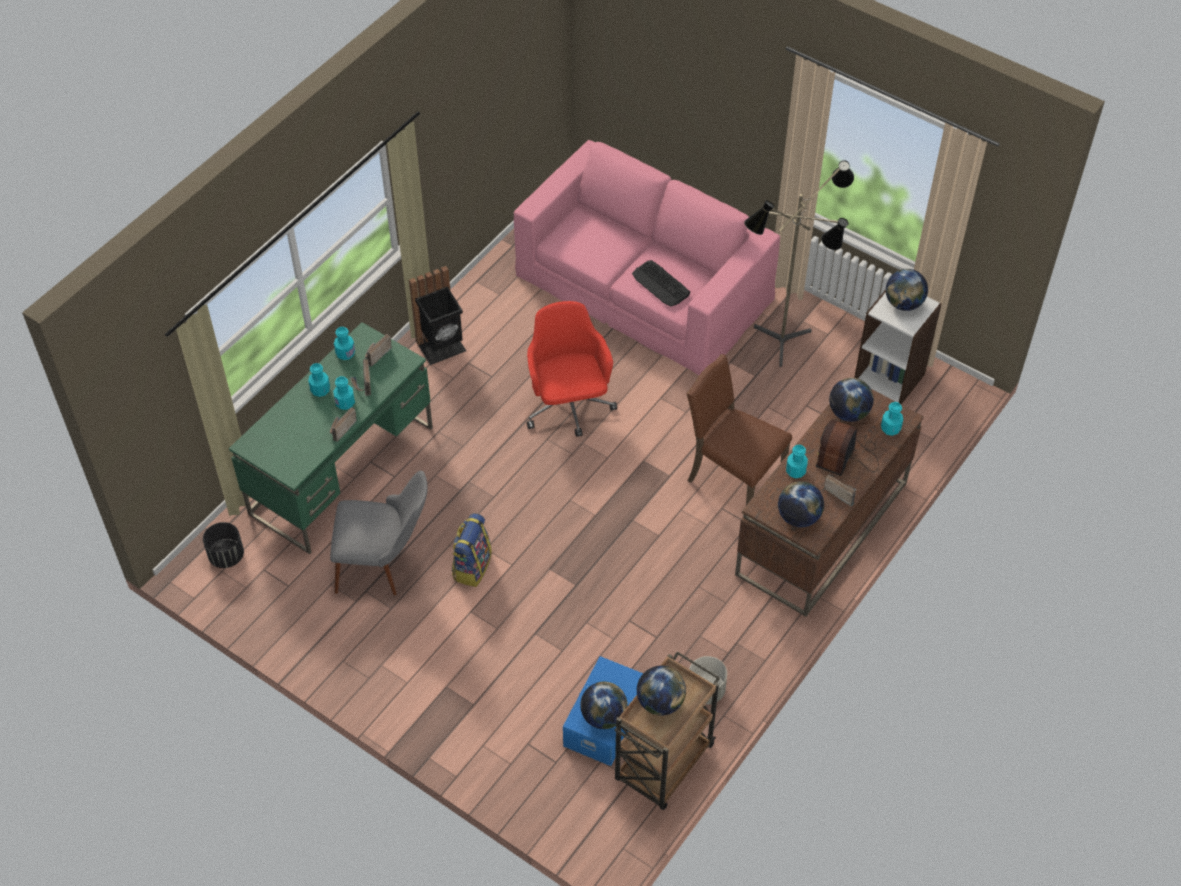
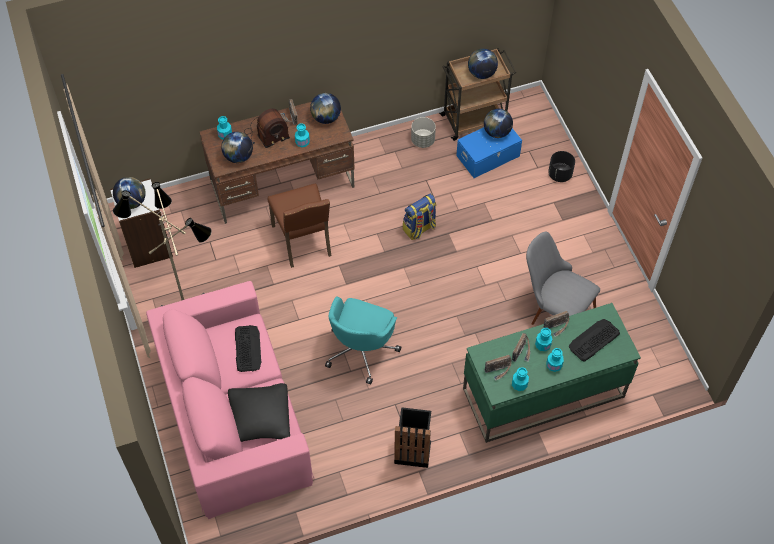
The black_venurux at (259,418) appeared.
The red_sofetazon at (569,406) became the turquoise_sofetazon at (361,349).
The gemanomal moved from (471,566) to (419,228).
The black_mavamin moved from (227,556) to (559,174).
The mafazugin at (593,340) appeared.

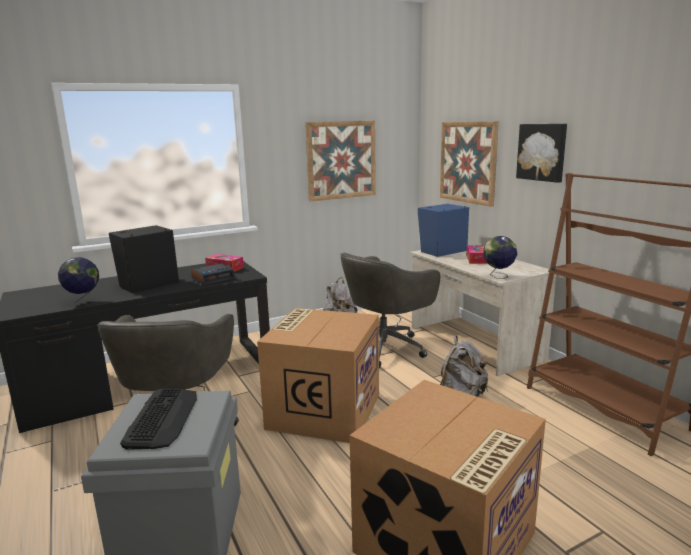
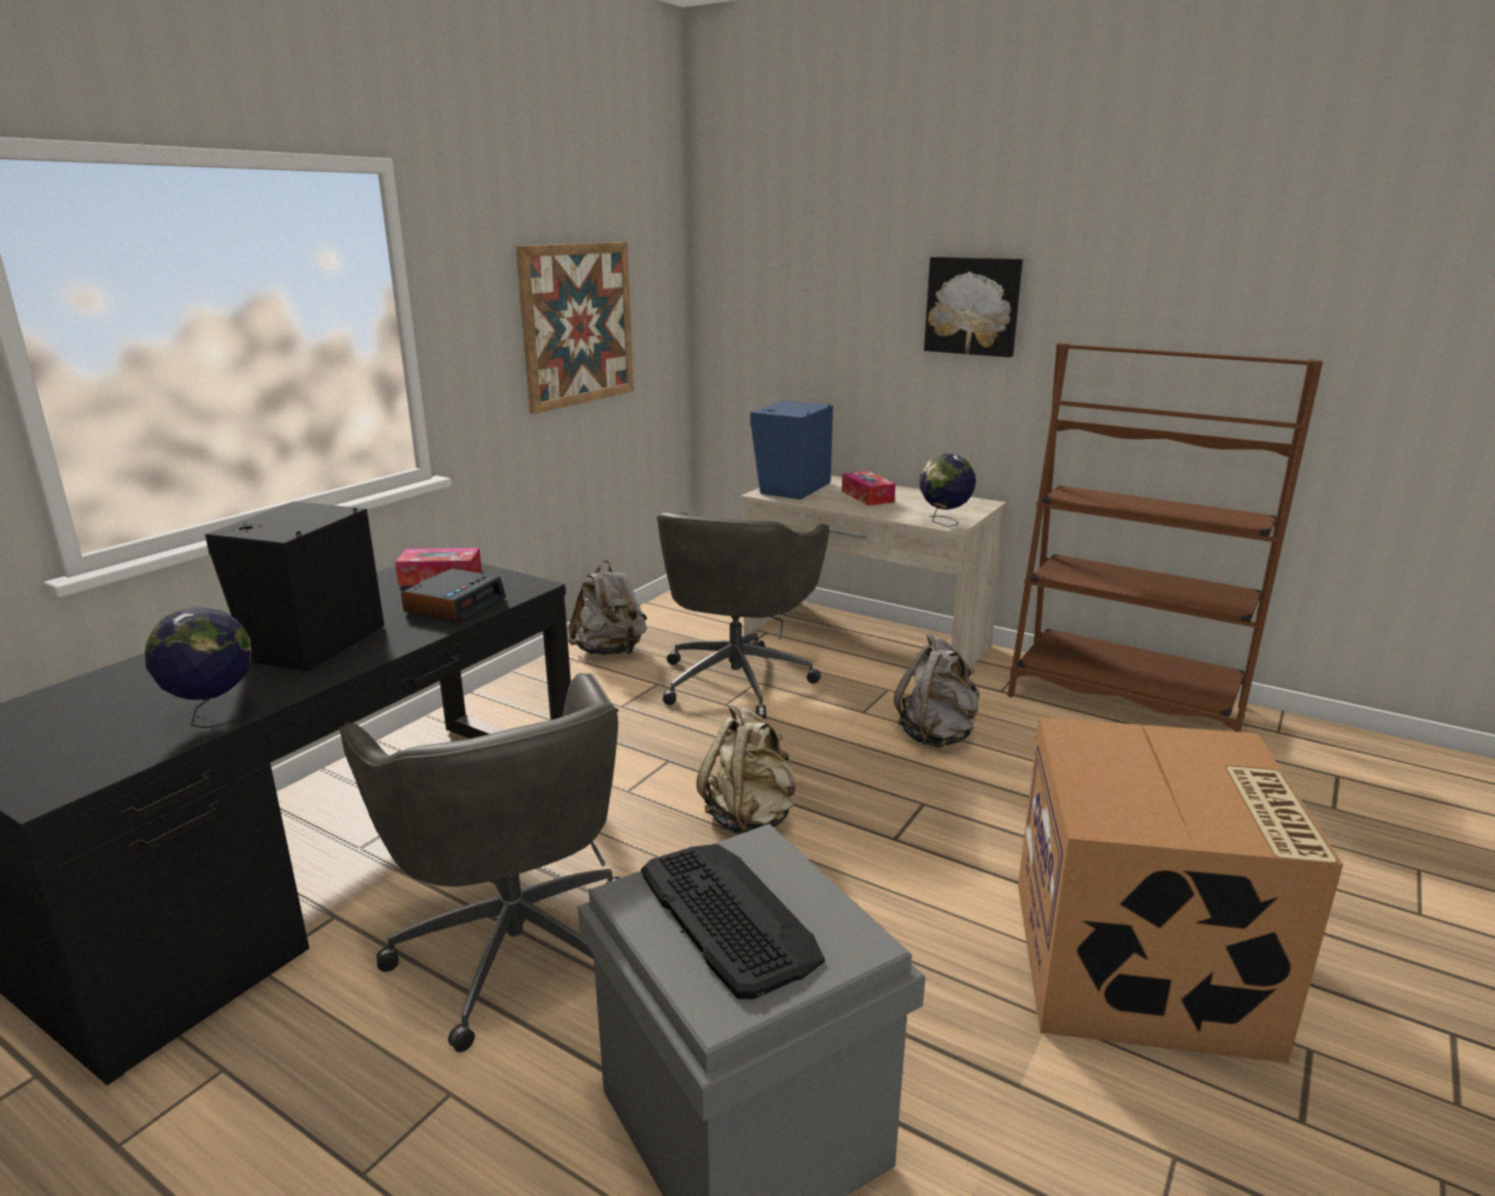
The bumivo at (323,410) was replaced by the beige_gemanomal at (751,818).
The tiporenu at (467,162) disappeared.

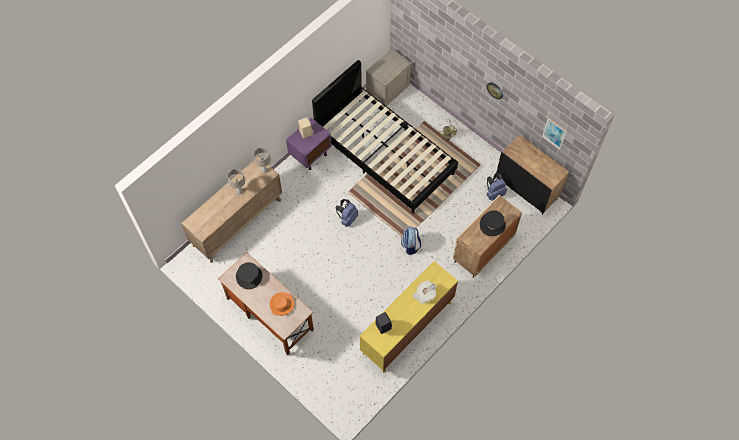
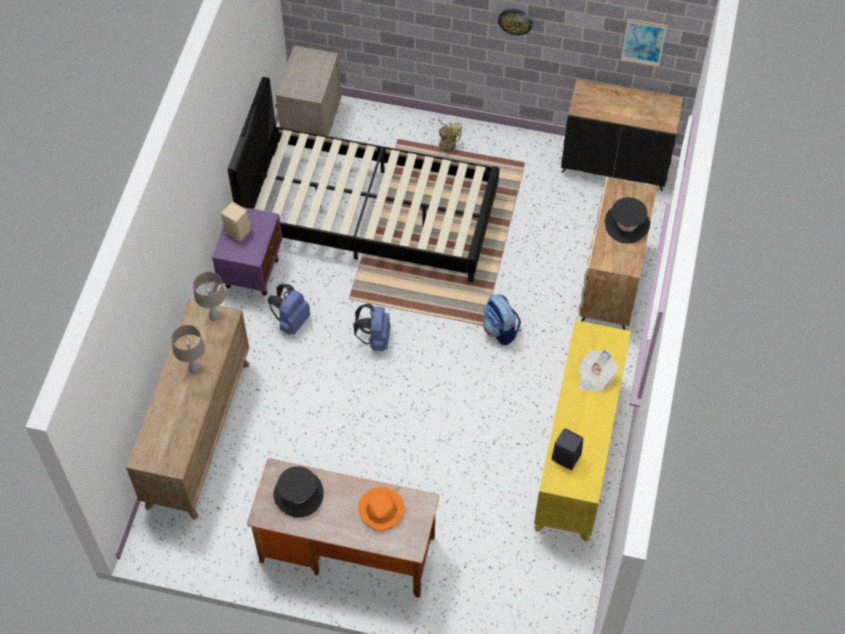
The blue_gemanomal moved from (494,193) to (291,321).

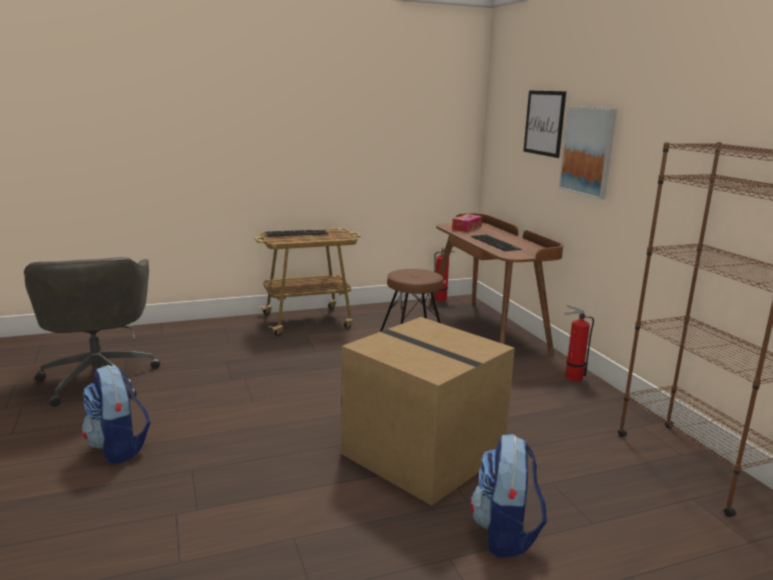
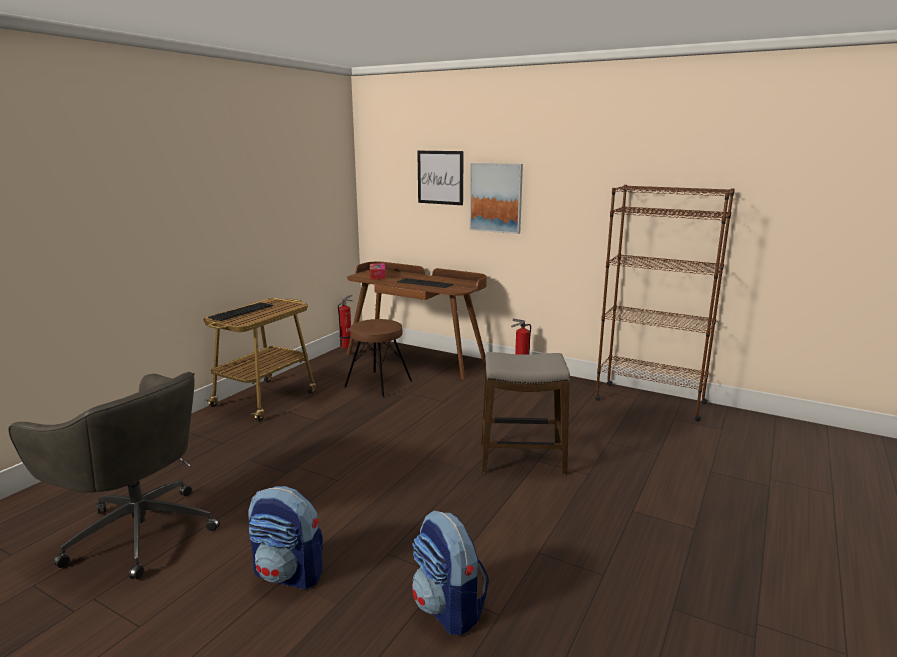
The gemanomal moved from (505,534) to (449,608).
The bumivo at (425,454) was replaced by the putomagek at (521,459).

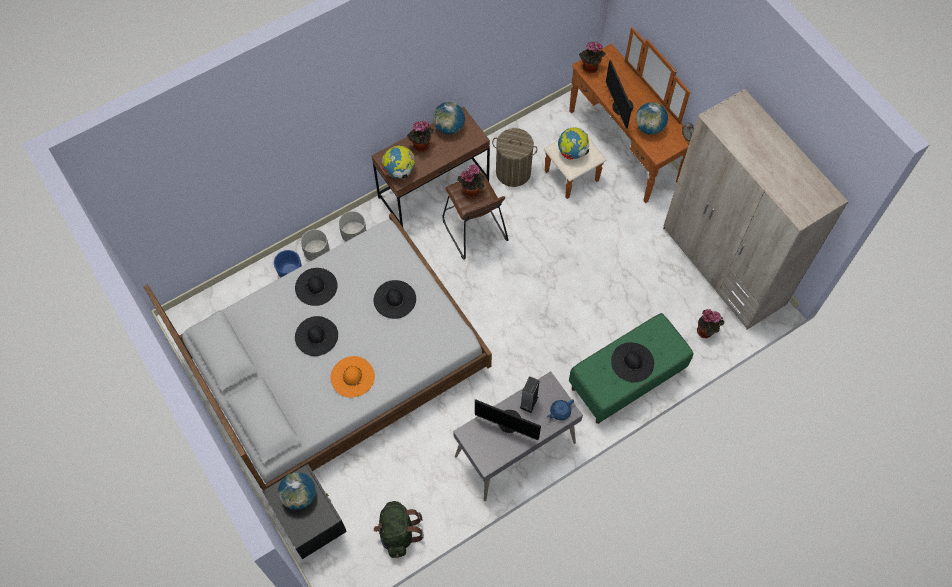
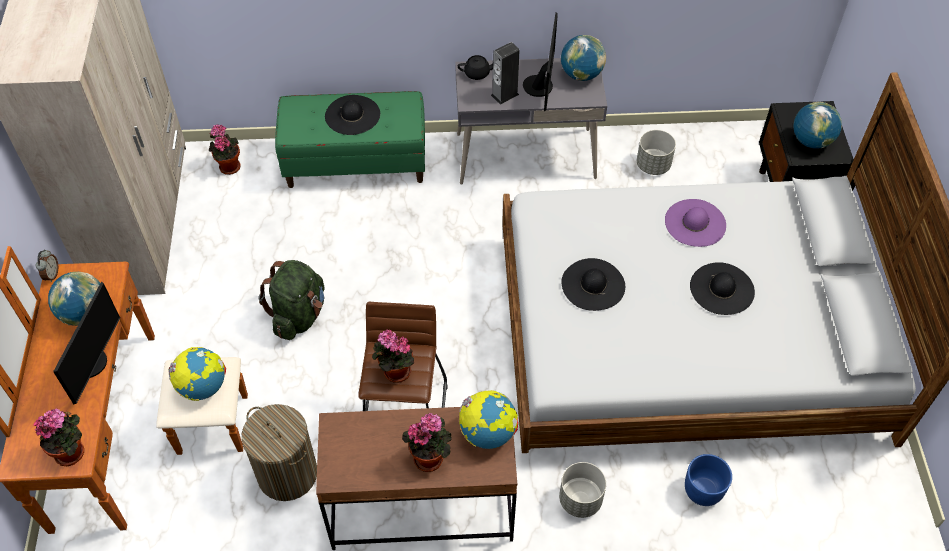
The green_gemanomal moved from (398,533) to (299,315).
The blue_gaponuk at (559,412) became the black_gaponuk at (477,73).
The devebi at (508,424) turned 45 degrees clockwise.
The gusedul moved from (449,127) to (581,74).
The grey_mavamin moved from (317,252) to (653,165).
The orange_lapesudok at (352,376) became the purple_lapesudok at (695,223).
The black_lapesudok at (316,286) disappeared.

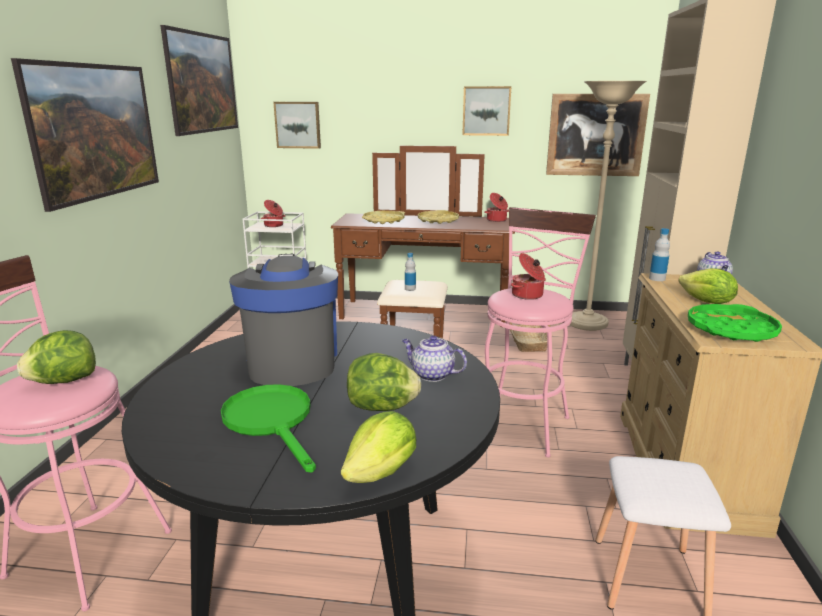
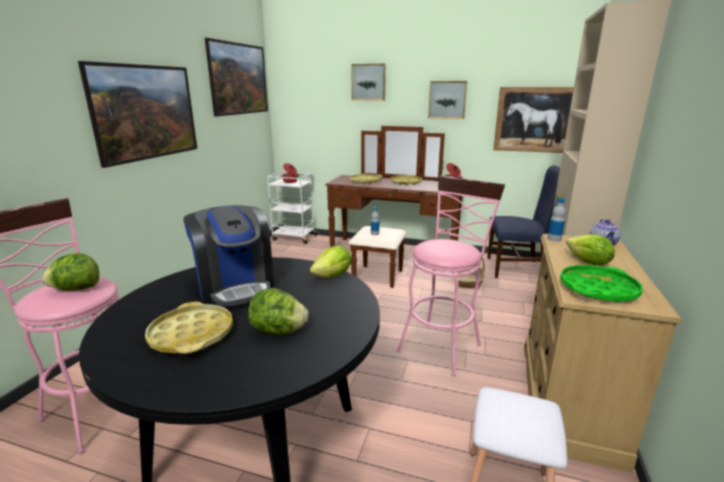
The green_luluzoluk at (272,421) was replaced by the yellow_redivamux at (192,334).
The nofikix at (292,360) turned 150 degrees clockwise.
The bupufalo moved from (381,472) to (333,276).
The tiporenu moved from (298,125) to (368,82).
The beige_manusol at (587,323) was replaced by the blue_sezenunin at (519,268).
The gaponuk at (431,375) disappeared.
The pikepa at (528,295) disappeared.

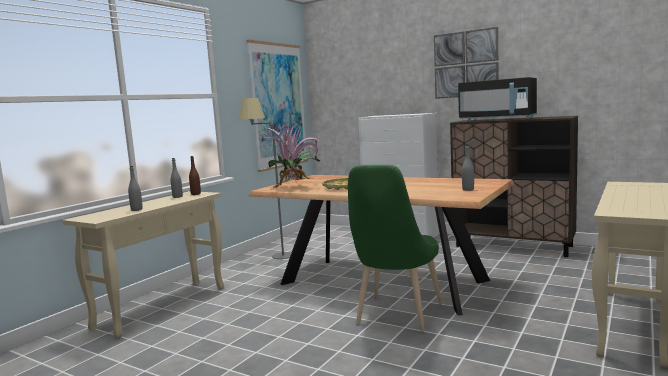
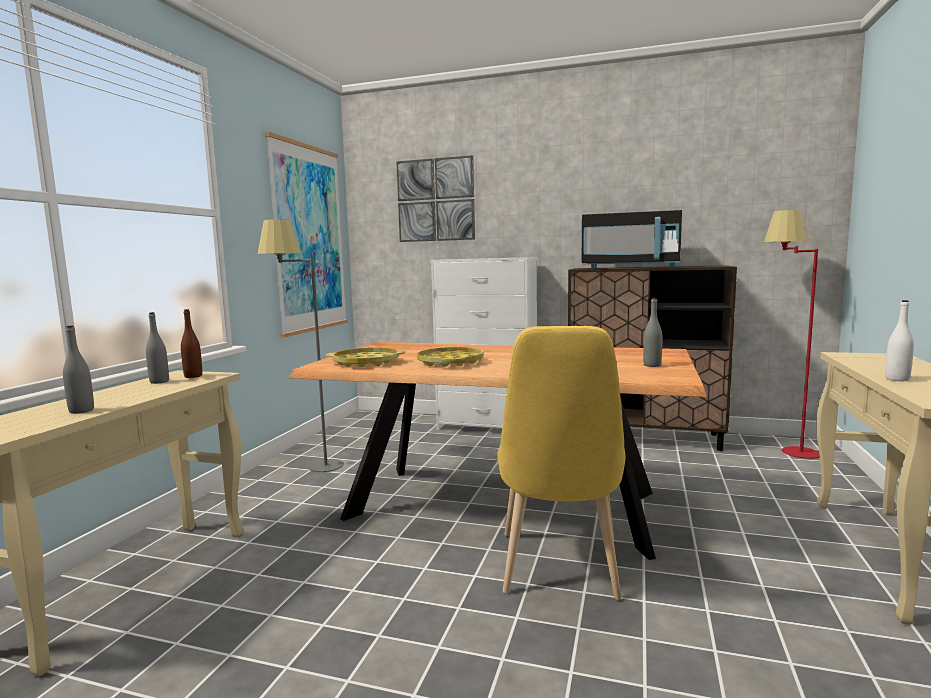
The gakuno at (294,187) was replaced by the yellow_redivamux at (366,362).
The tiporenu moved from (465,64) to (436,200).
The green_sezenunin at (397,316) became the yellow_sezenunin at (559,570).
The red_manusol at (784,448) appeared.
The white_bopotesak at (897,379) appeared.

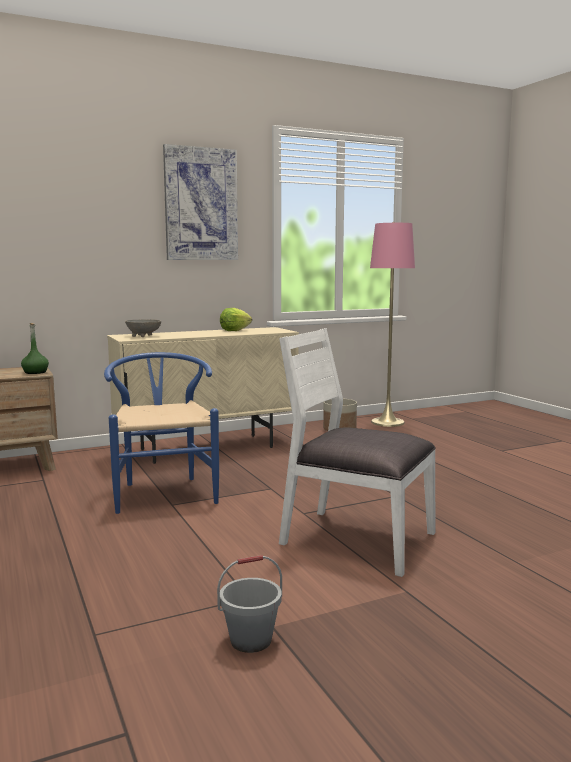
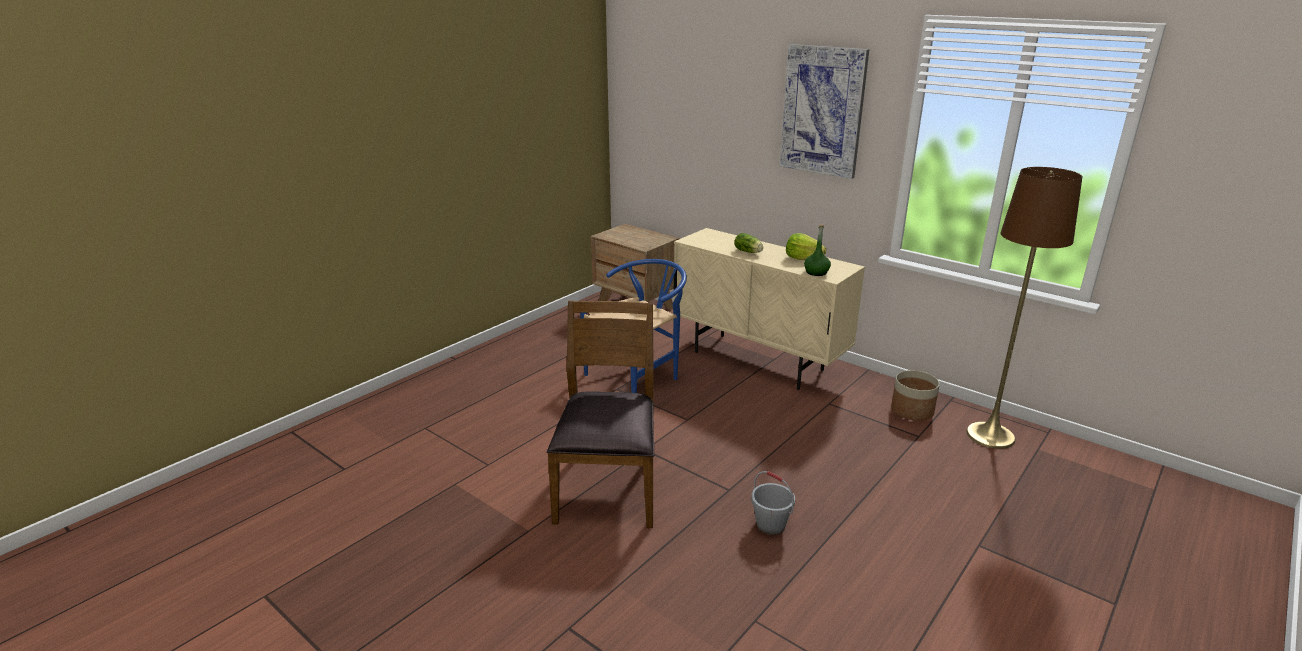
The white_sezenunin at (356,539) became the brown_sezenunin at (608,487).
The bupufalo at (749,252) appeared.
The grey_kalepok moved from (251,640) to (771,525).
The green_bopotesak moved from (35,372) to (816,272).
The pink_manusol at (387,422) became the brown_manusol at (990,435).
The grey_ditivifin at (144,336) disappeared.

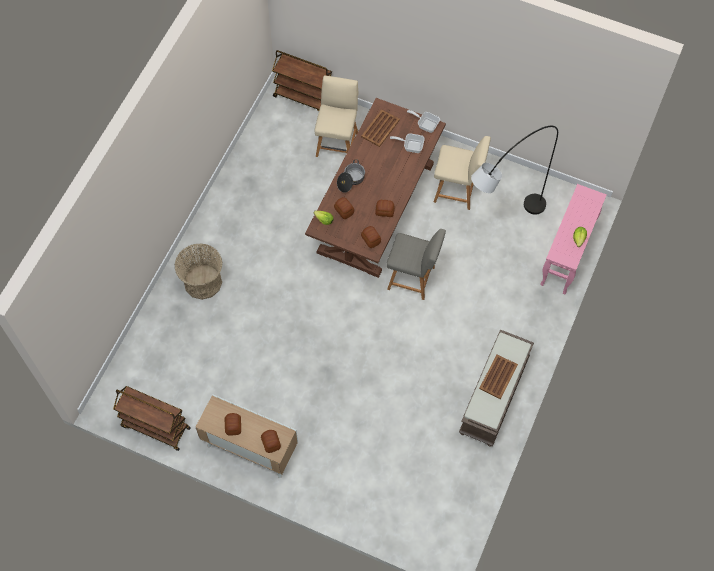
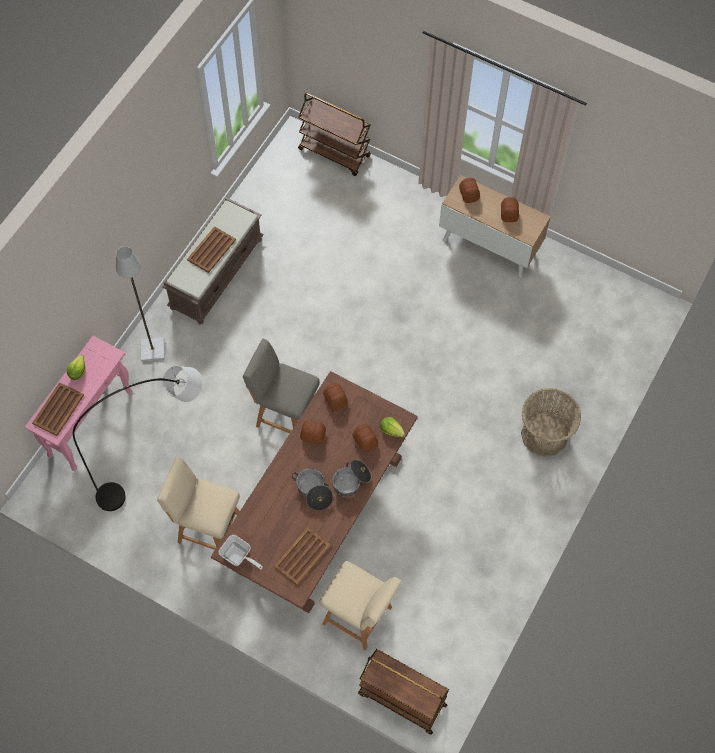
The brown_redivamux at (59,409) appeared.
The grey_manusol at (153,350) appeared.
The pikepa at (313,491) appeared.
The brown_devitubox moved from (155,427) to (335,153).
The beige_sezenunin at (337,142) turned 75 degrees counterclockwise.
The luluzoluk at (410,146) disappeared.

